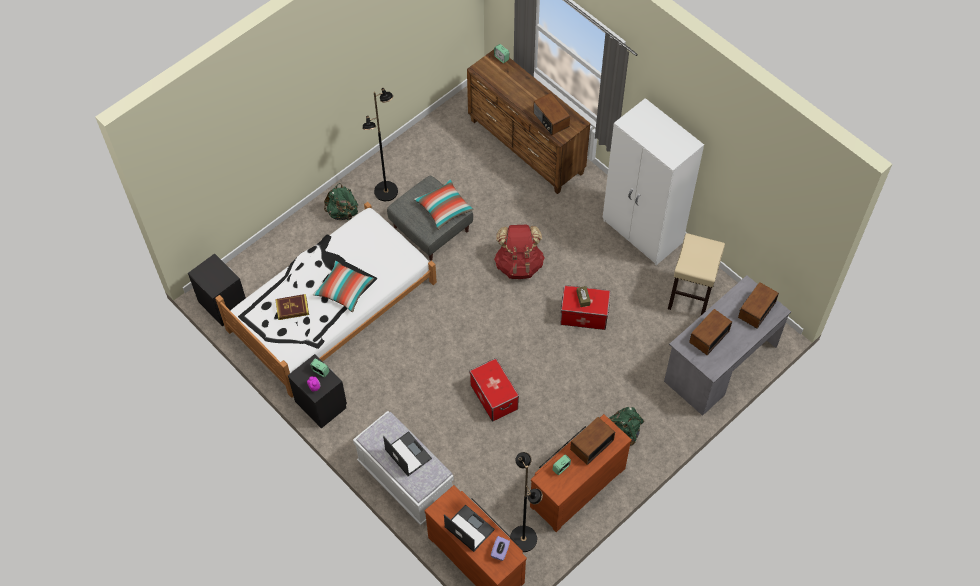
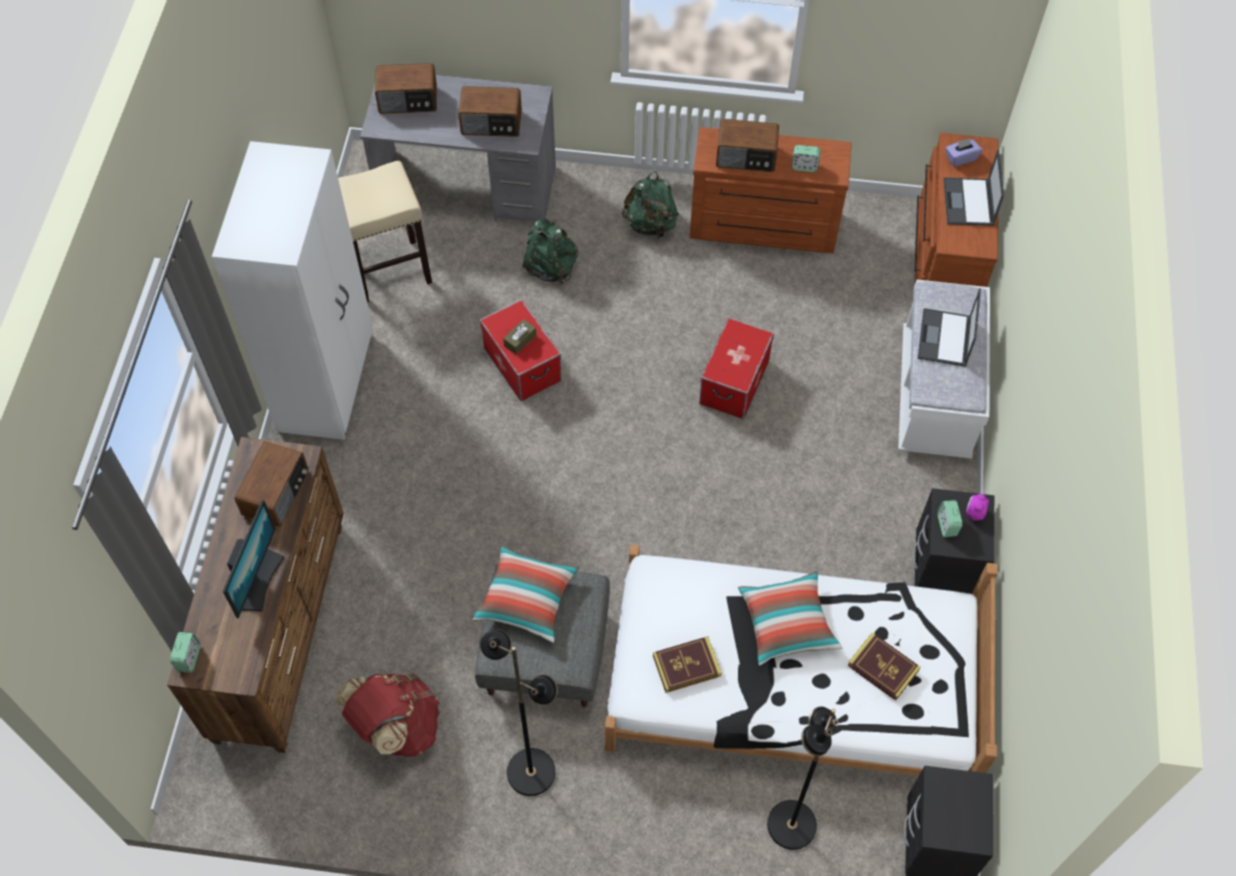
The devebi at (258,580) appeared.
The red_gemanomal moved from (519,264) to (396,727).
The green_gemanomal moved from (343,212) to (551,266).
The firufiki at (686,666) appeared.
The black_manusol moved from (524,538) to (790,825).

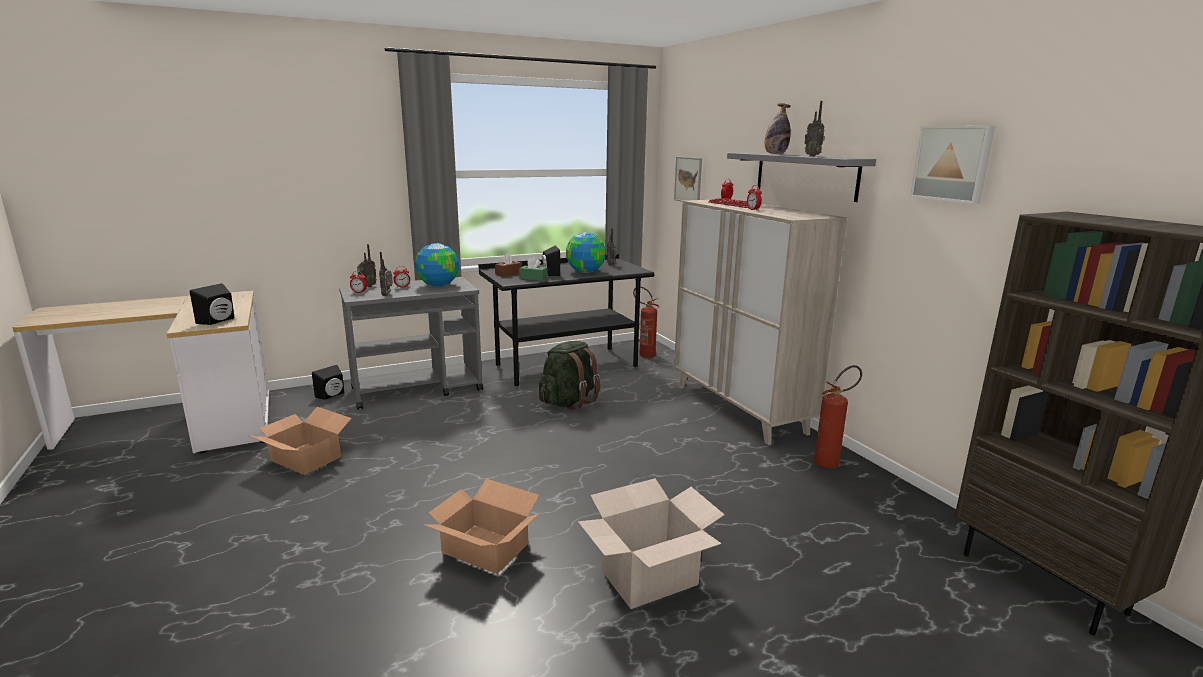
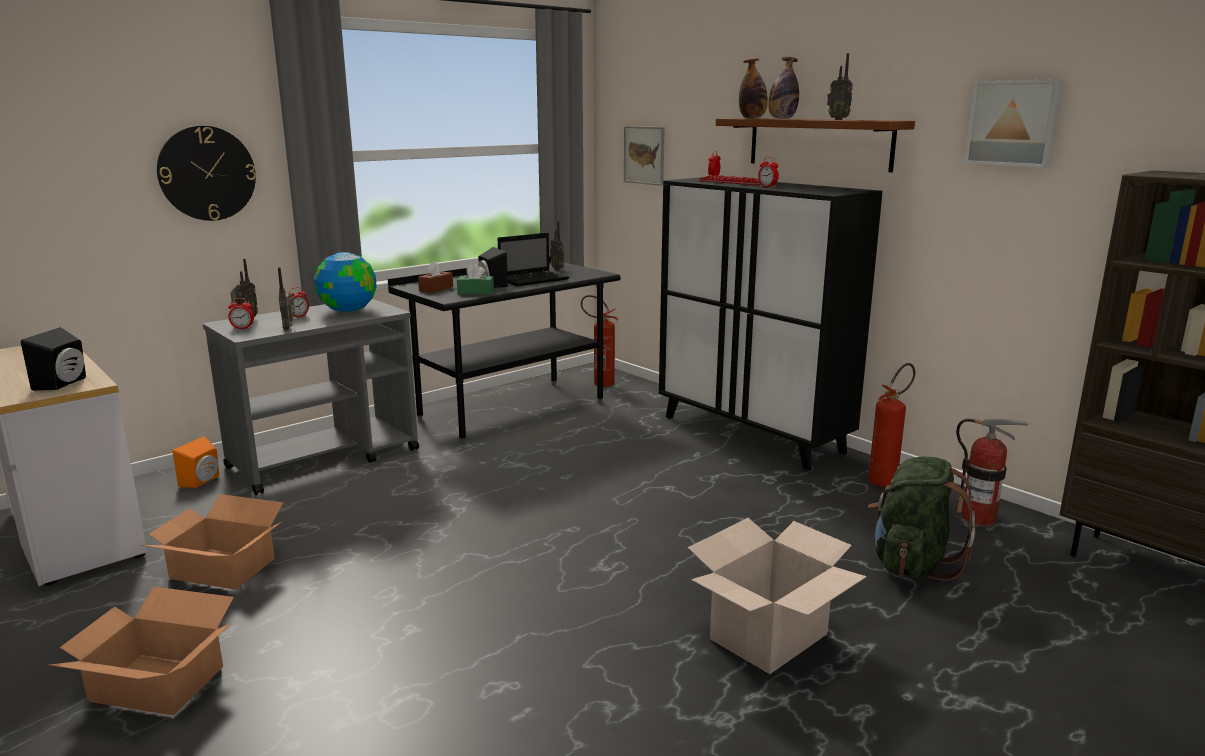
The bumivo moved from (485,549) to (157,684).
The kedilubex at (207,173) appeared.
The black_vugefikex at (332,395) became the orange_vugefikex at (203,481).
The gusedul at (585,272) was replaced by the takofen at (534,279).
The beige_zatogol at (739,409) became the black_zatogol at (752,434).
The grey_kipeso at (805,175) became the brown_kipeso at (819,143).
The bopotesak at (752,118) appeared.
The green_gemanomal moved from (568,402) to (911,564).
The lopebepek at (978,518) appeared.

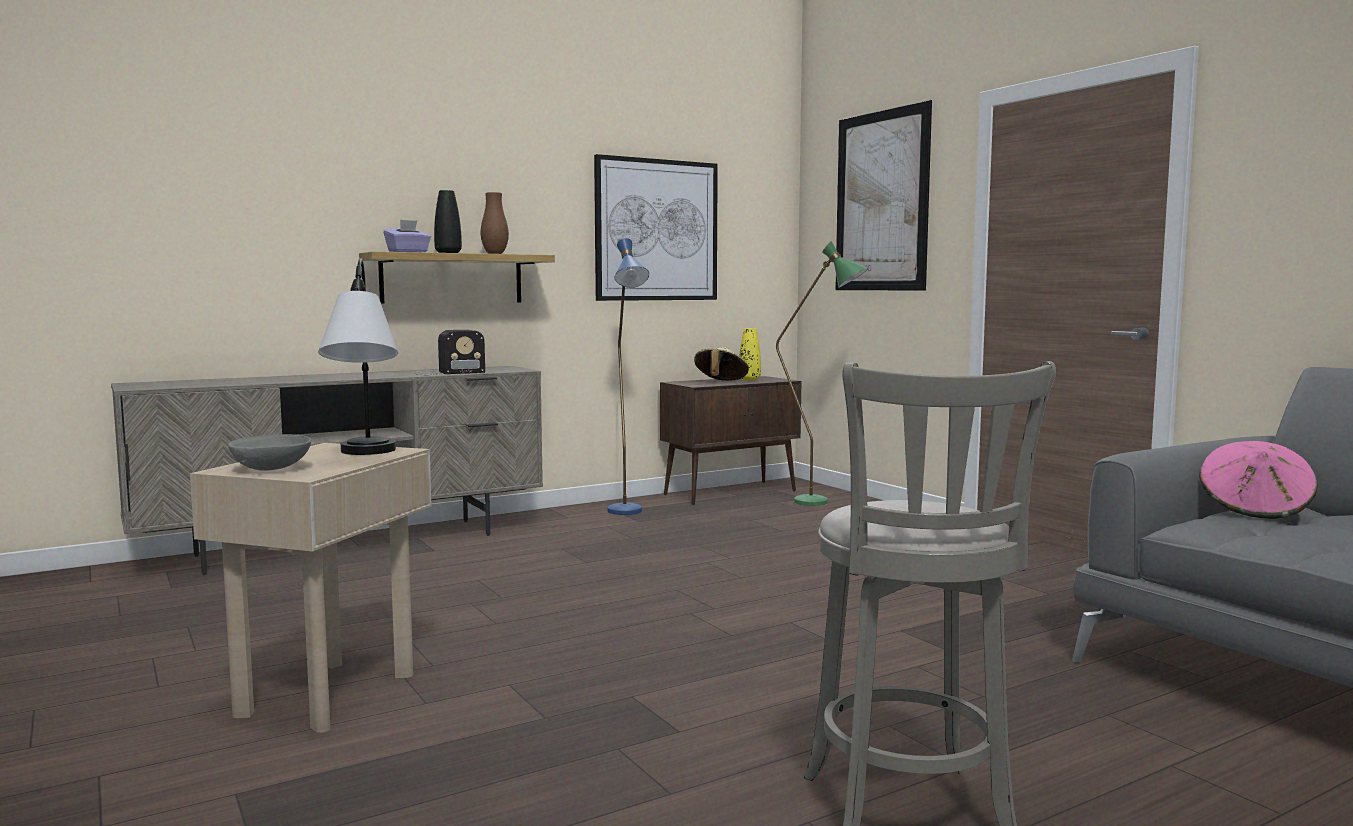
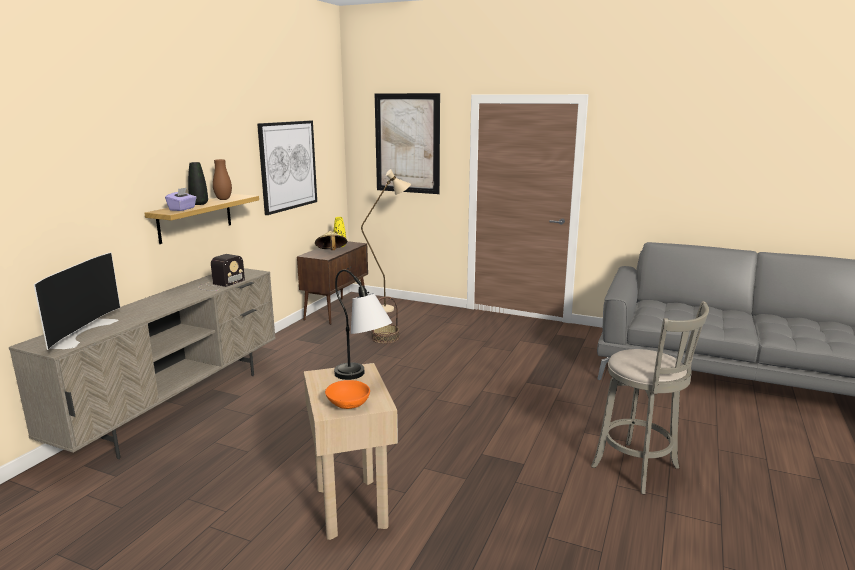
The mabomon at (81,332) appeared.
The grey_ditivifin at (272,469) became the orange_ditivifin at (348,404).
The green_manusol at (823,503) became the beige_manusol at (391,309).
The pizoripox at (385,338) appeared.
The blue_manusol at (628,514) disappeared.
The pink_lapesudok at (1255,509) disappeared.

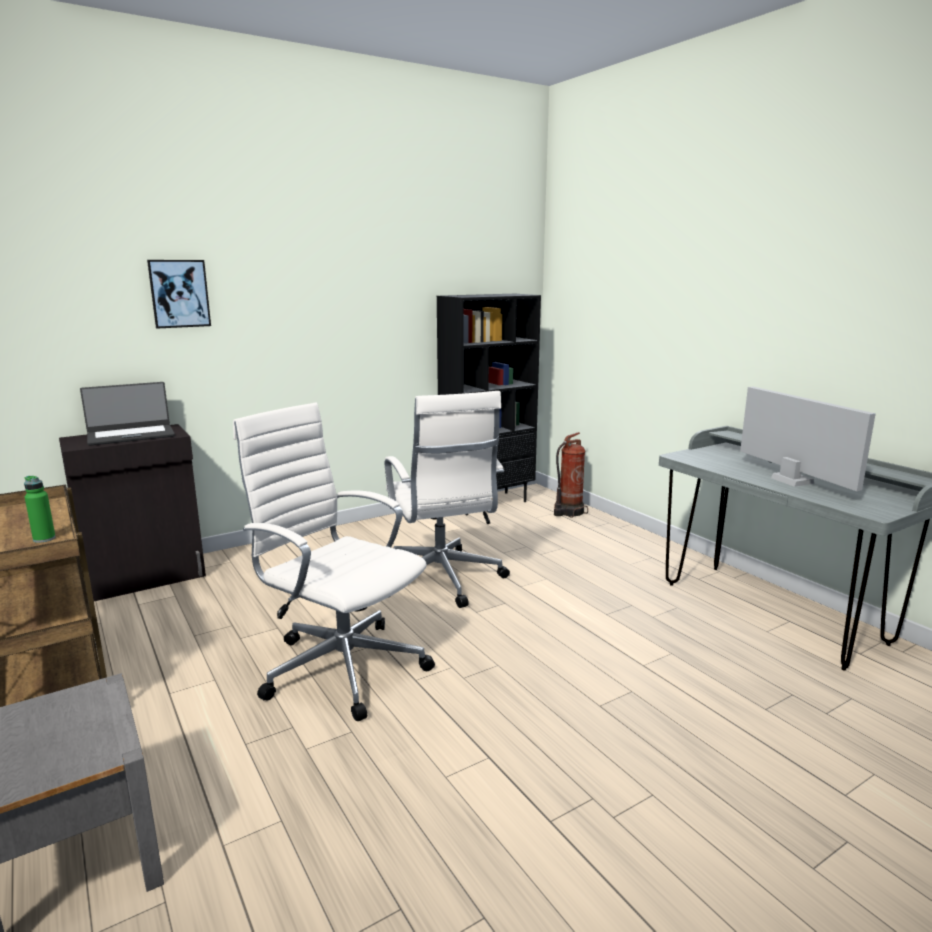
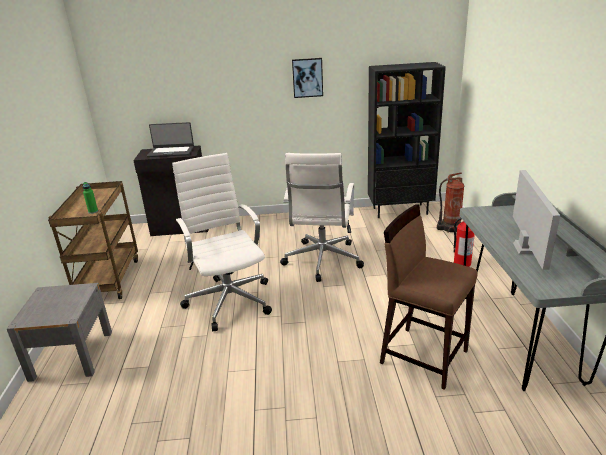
The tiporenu moved from (179,293) to (307,77).
The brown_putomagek at (423,356) appeared.
The lopebepek at (461,263) appeared.

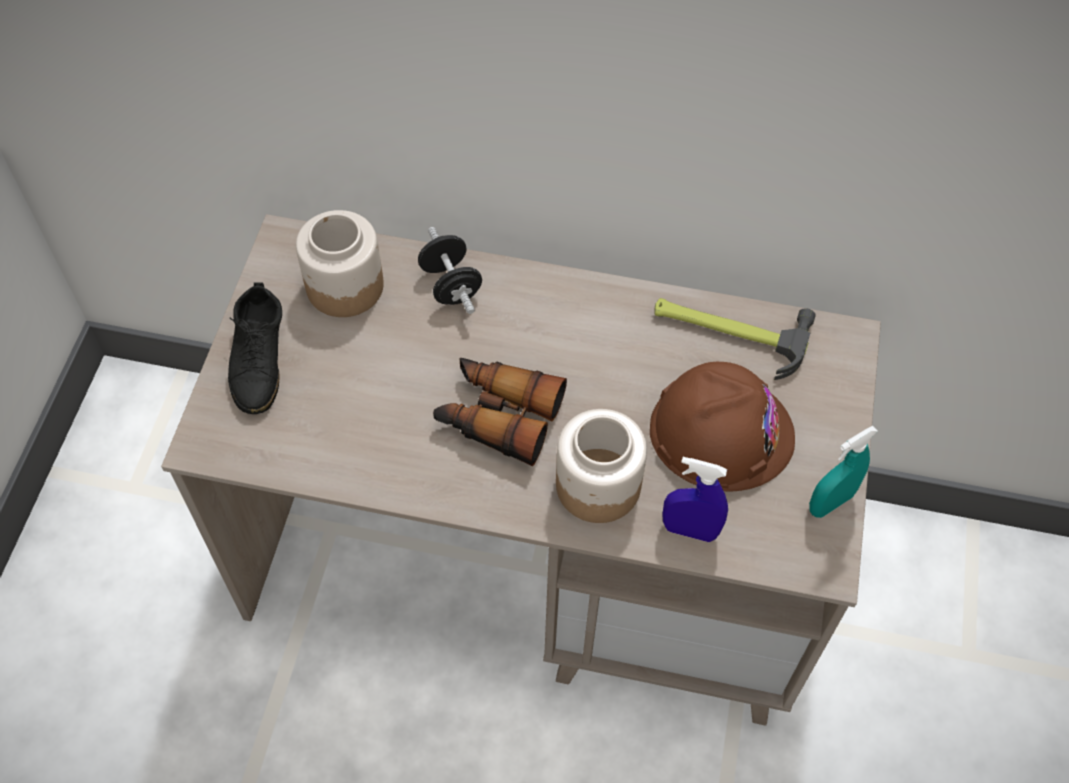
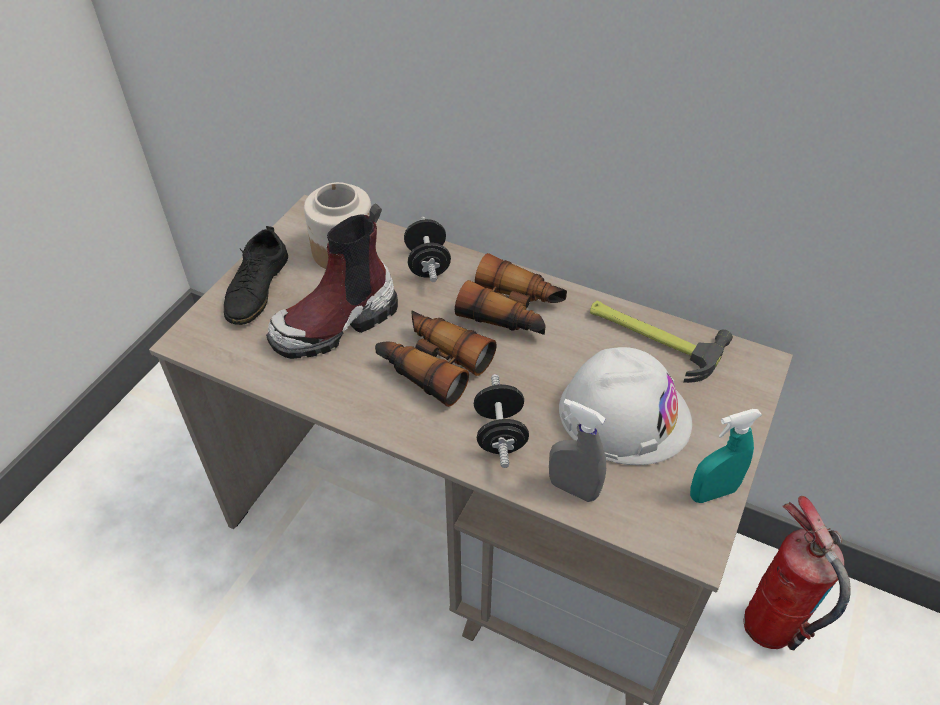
The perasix at (336,324) appeared.
The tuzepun at (513,311) appeared.
The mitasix at (597,485) was replaced by the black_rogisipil at (500,434).
The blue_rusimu at (689,530) became the grey_rusimu at (573,489).
The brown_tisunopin at (721,432) became the white_tisunopin at (624,414).
The lopebepek at (768,626) appeared.

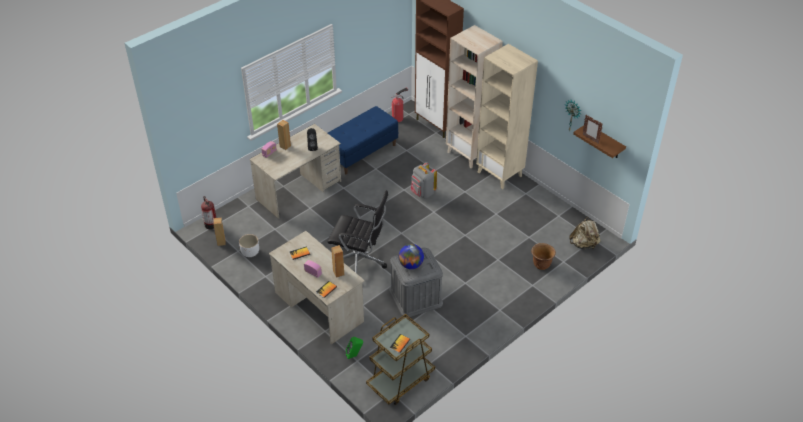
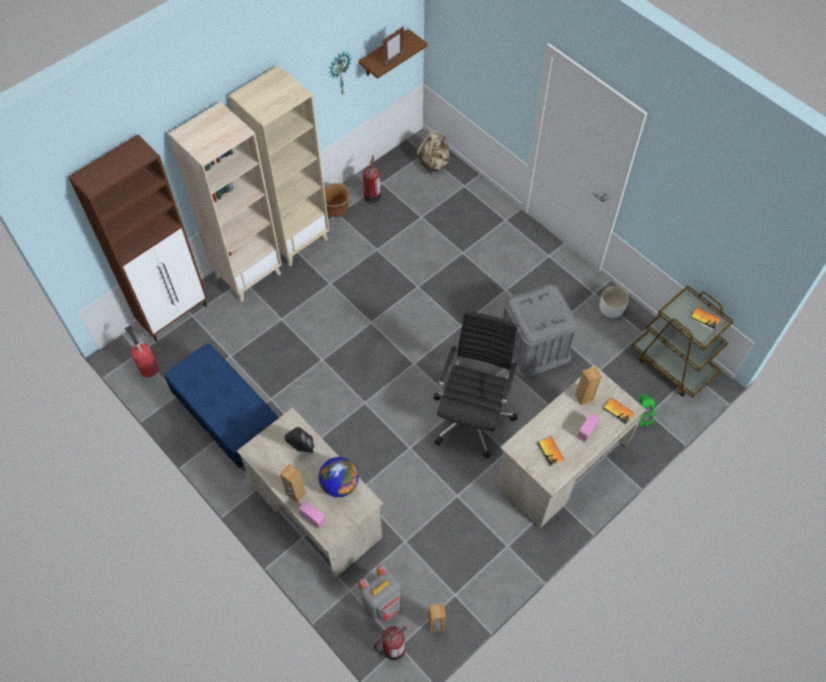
The gusedul moved from (411,265) to (339,484).
The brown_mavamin moved from (541,264) to (336,210).
The grey_gemanomal moved from (422,193) to (382,602).
The lopebepek at (372,197) appeared.
The white_mavamin moved from (250,252) to (610,309).

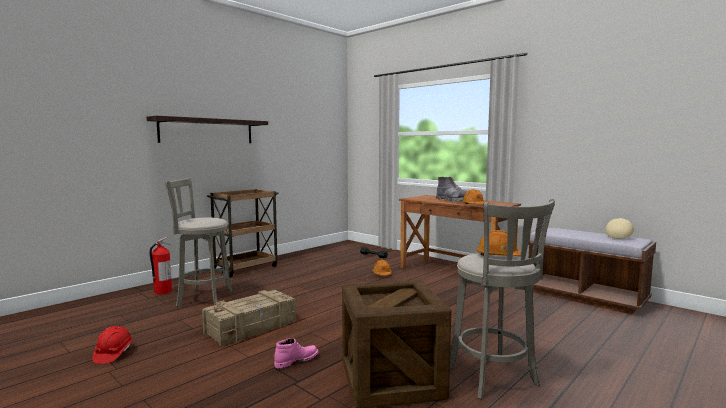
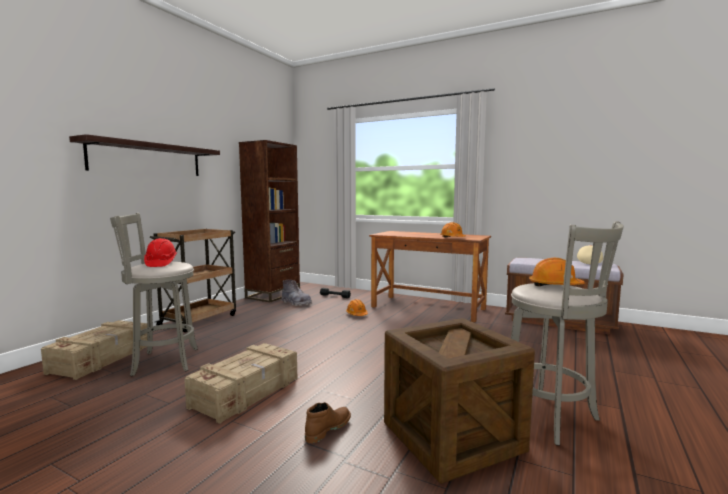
The lopebepek at (162,292) was replaced by the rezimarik at (102,358).
The red_tisunopin moved from (113,354) to (161,264).
The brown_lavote at (273,295) appeared.
The grey_perasix moved from (452,201) to (296,303).
The pink_perasix at (296,360) became the brown_perasix at (327,429).

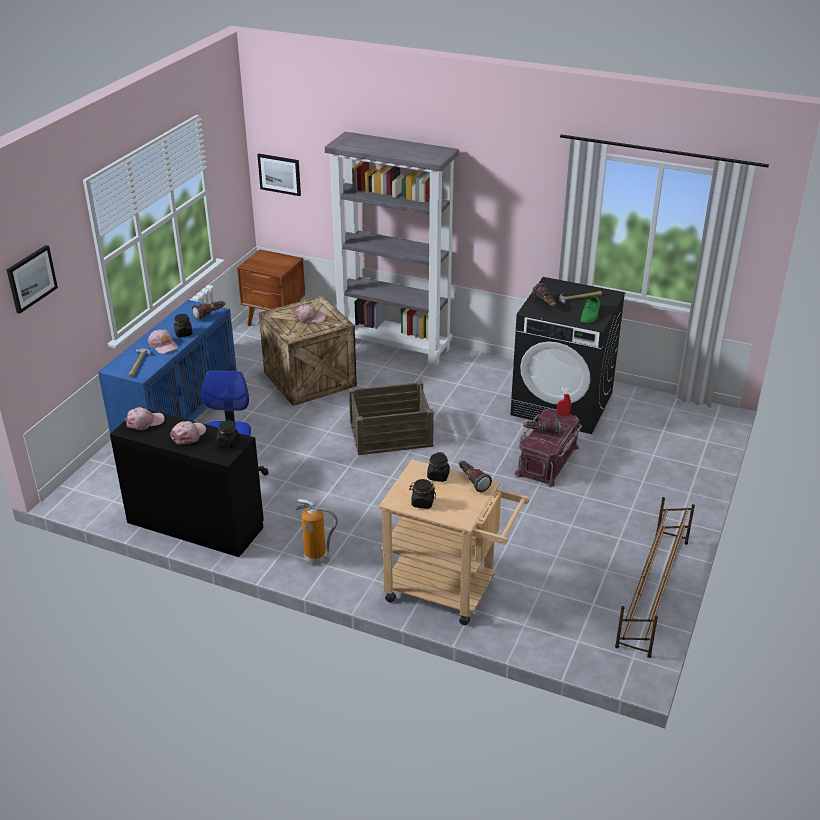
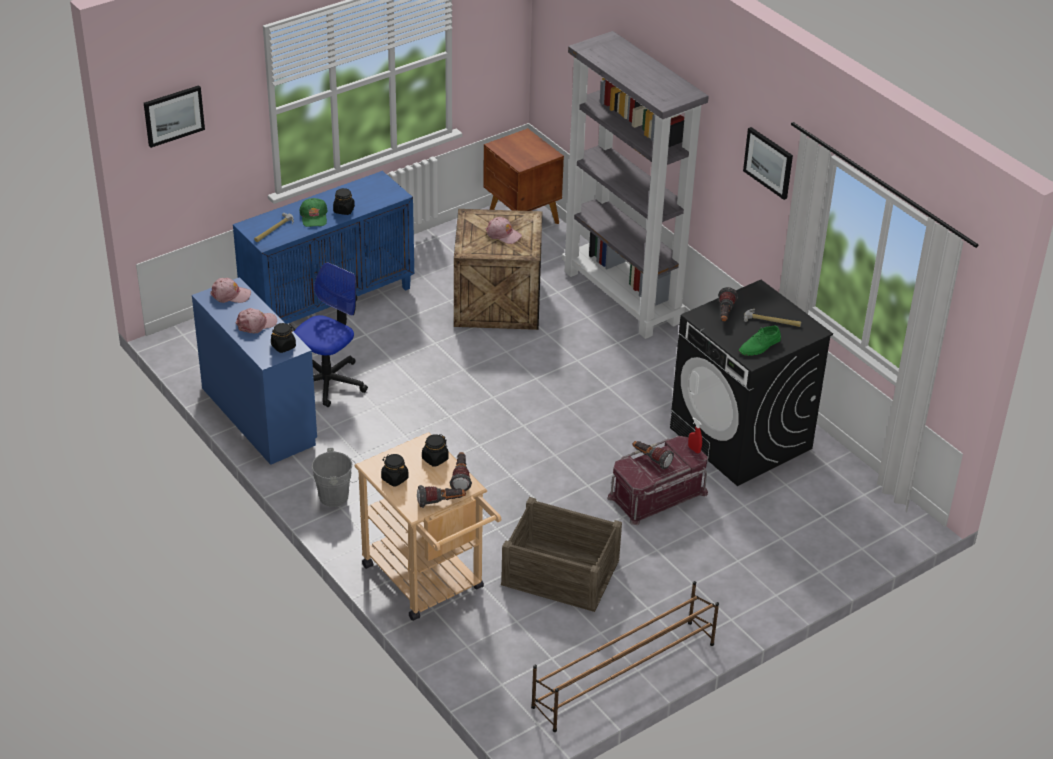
The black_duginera at (195,525) became the blue_duginera at (258,416).
The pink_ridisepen at (163,345) became the green_ridisepen at (314,217).
The lopebepek at (316,558) was replaced by the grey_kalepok at (337,497).
The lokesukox moved from (210,315) to (441,502).
The rezimarik moved from (390,433) to (560,571).
The tiporenu moved from (280,174) to (769,162).

